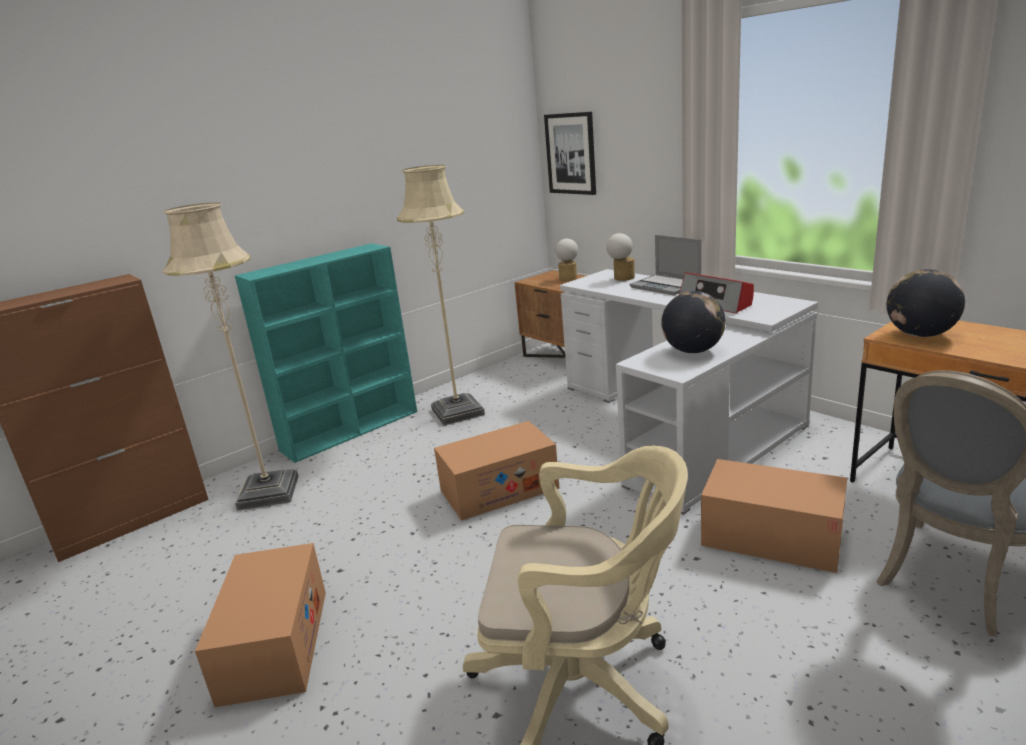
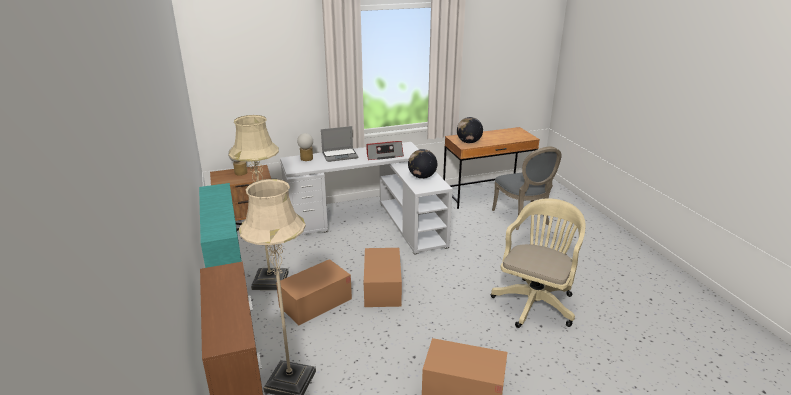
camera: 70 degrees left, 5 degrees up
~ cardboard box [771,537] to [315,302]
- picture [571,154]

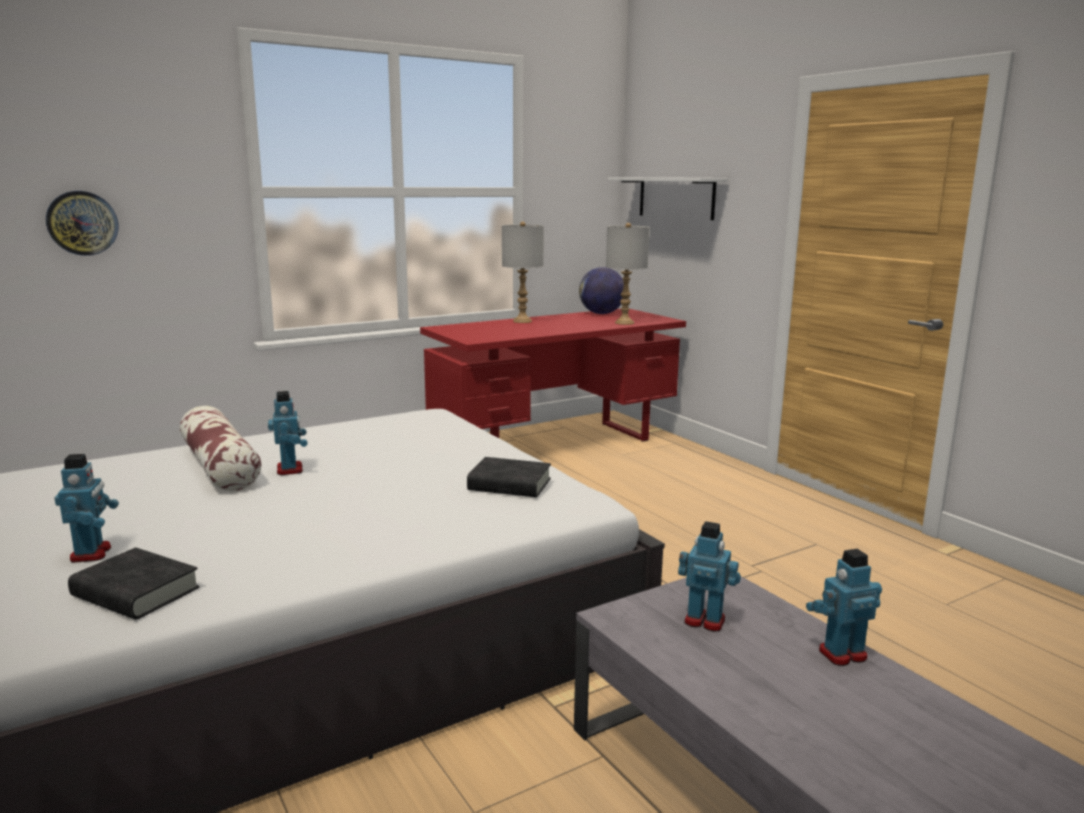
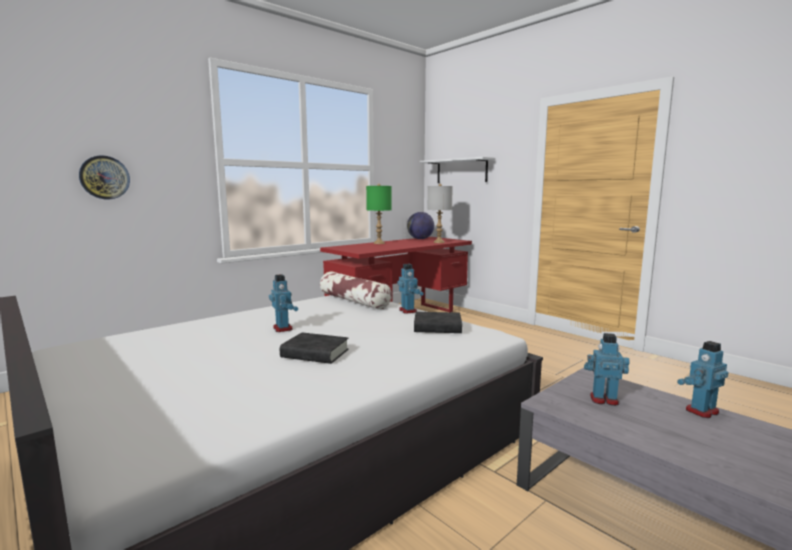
camera: 10 degrees left, 5 degrees down
~ black book [135,592] to [315,353]
~ cushion [220,466] to [354,301]
~ grey tabletop lamp [522,321] to green-coloured tabletop lamp [379,243]
~ model robot [92,553] to [408,311]

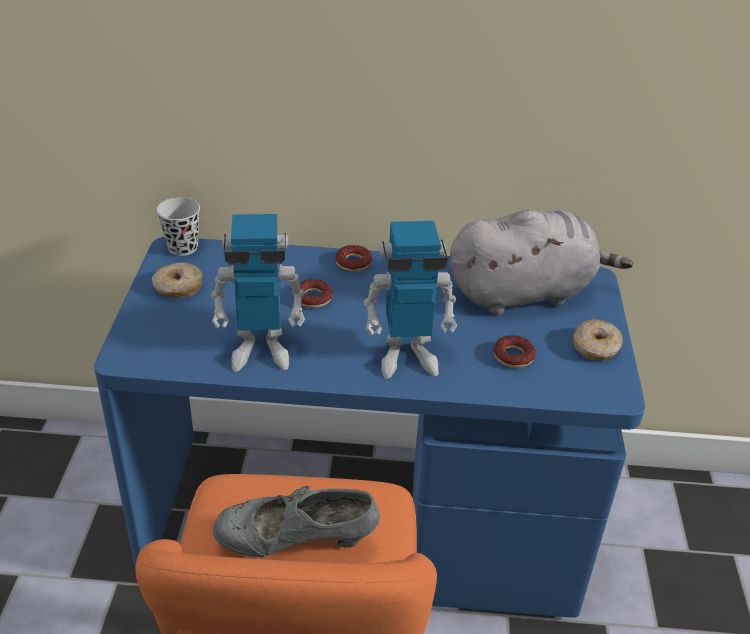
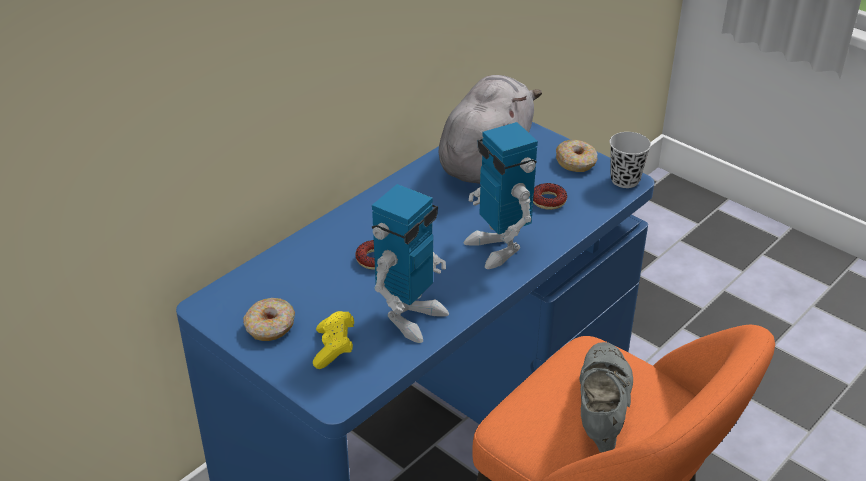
camera: 50 degrees left, 0 degrees up
+ yellow gamepad [334,348]
~ model robot [407,357] = [498,247] 120 degrees clockwise
~ grey shoe [296,544] = [601,412] 150 degrees clockwise
~ black cup [182,248] to [625,180]
- doughnut [353,263]

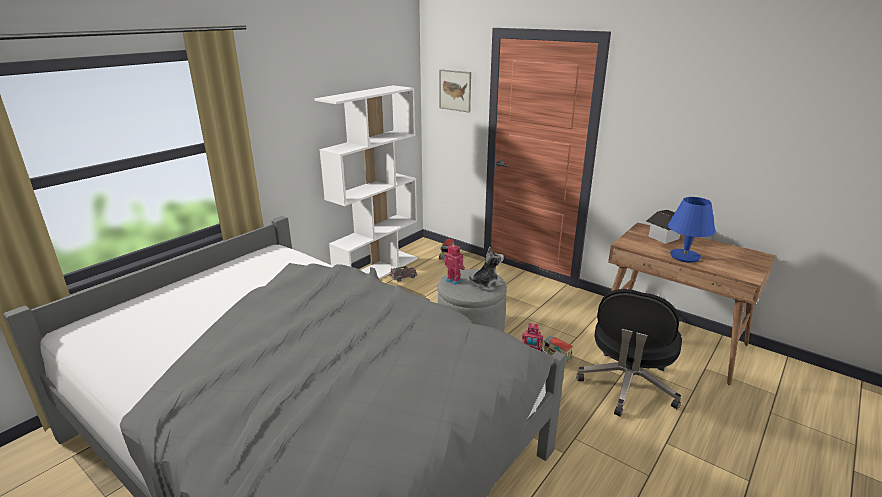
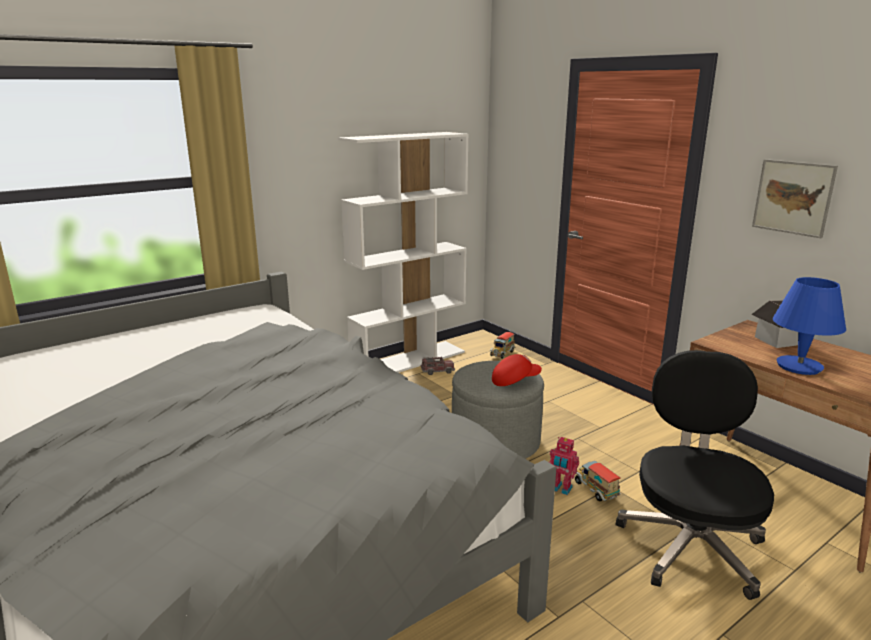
camera: 15 degrees right, 5 degrees down
~ soft toy [486,284] to red cap [515,380]
~ black computer chair [627,385] = [690,545] 150 degrees clockwise
~ picture [455,90] to [793,197]
- model robot [454,280]

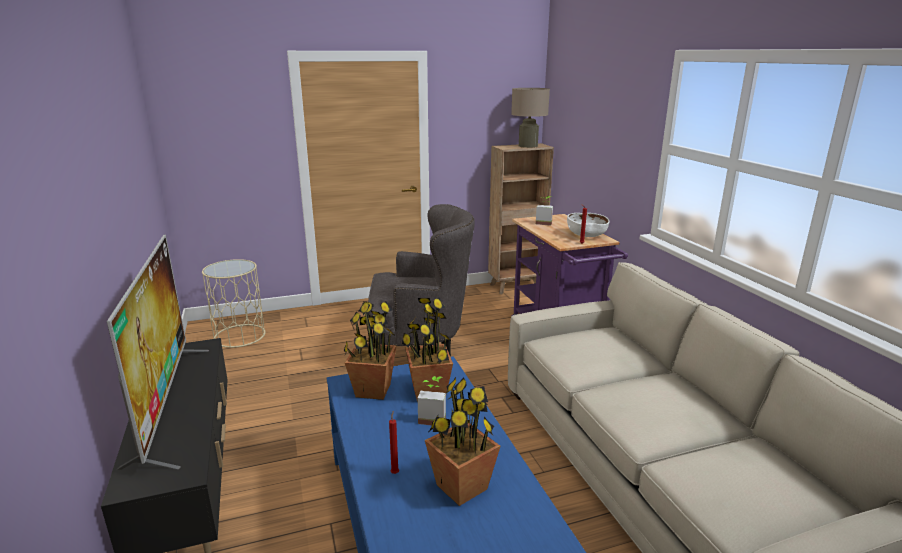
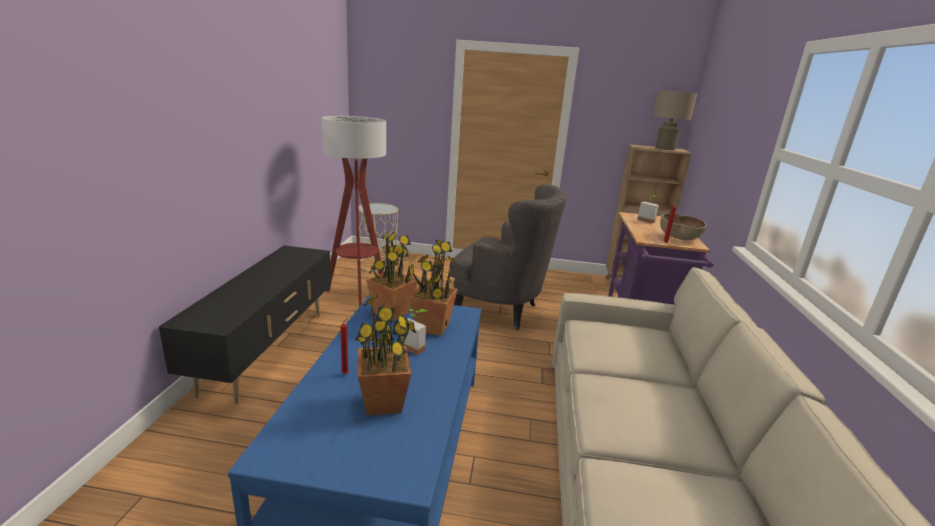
camera: 25 degrees right, 0 degrees up
+ floor lamp [357,296]
~ white bowl [586,235] to brown-coloured bowl [679,238]
- TV [167,403]

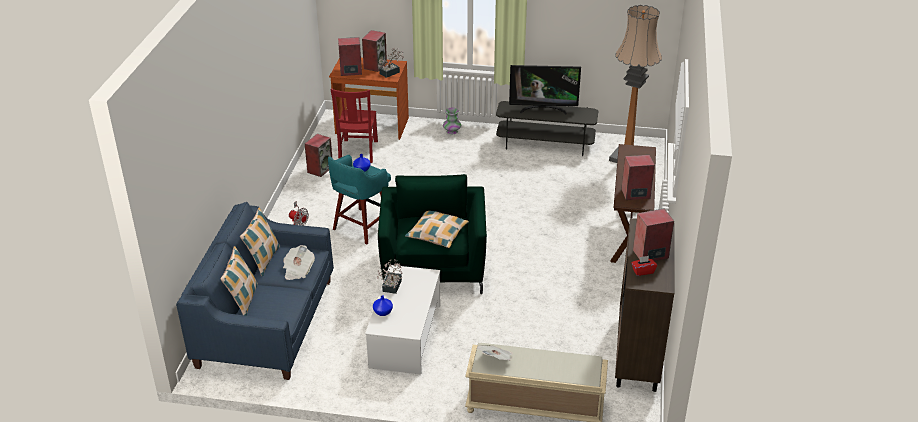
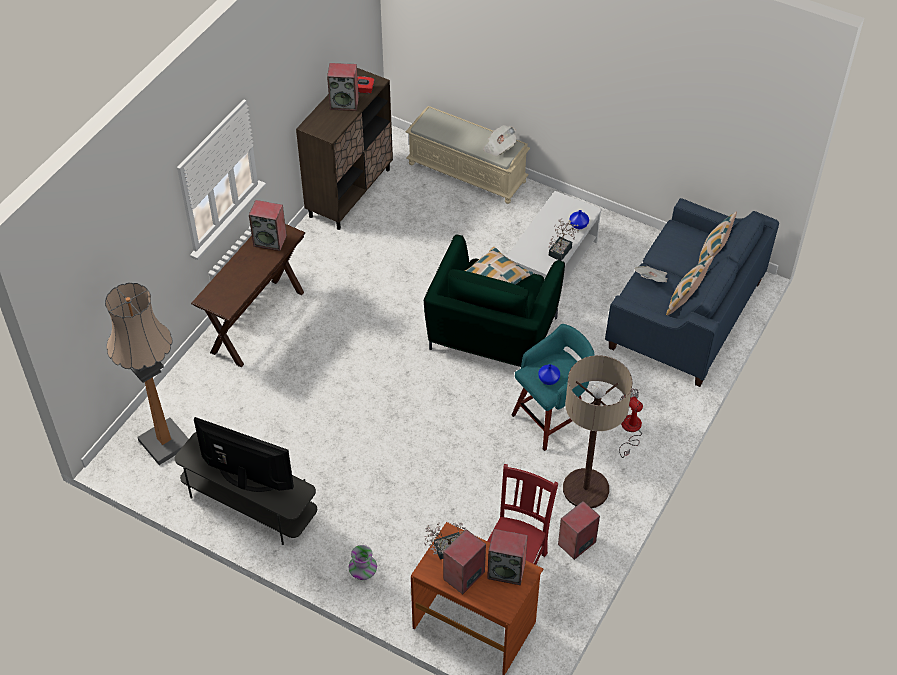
camera: 160 degrees left, 15 degrees up
+ floor lamp [585,489]

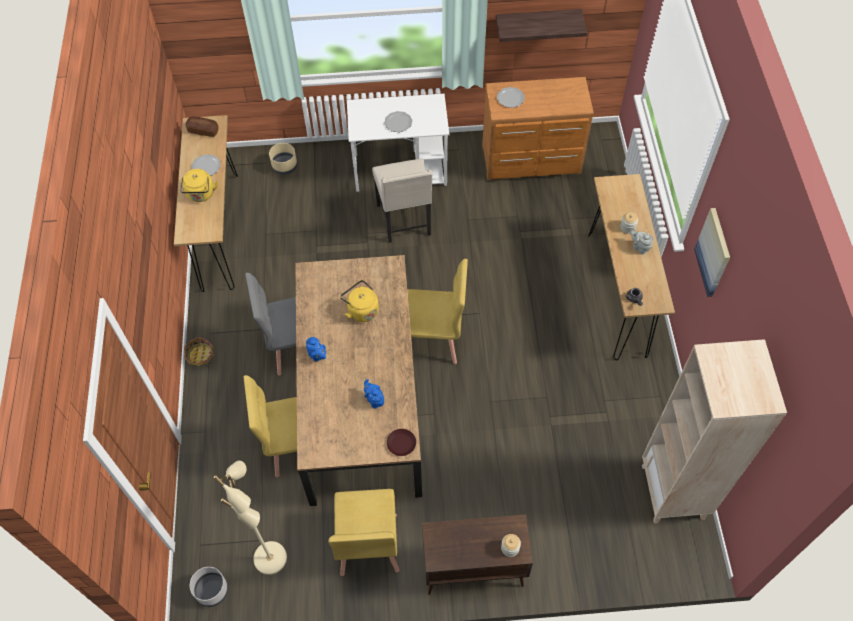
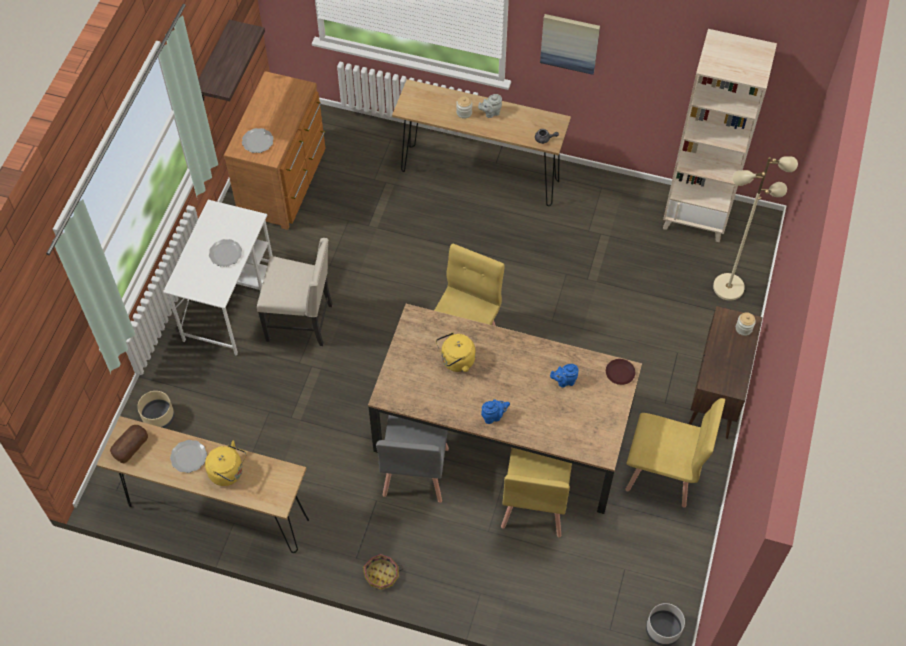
camera: 70 degrees left, 0 degrees up
~ sand-coloured floor lamp [271,558] to [728,286]

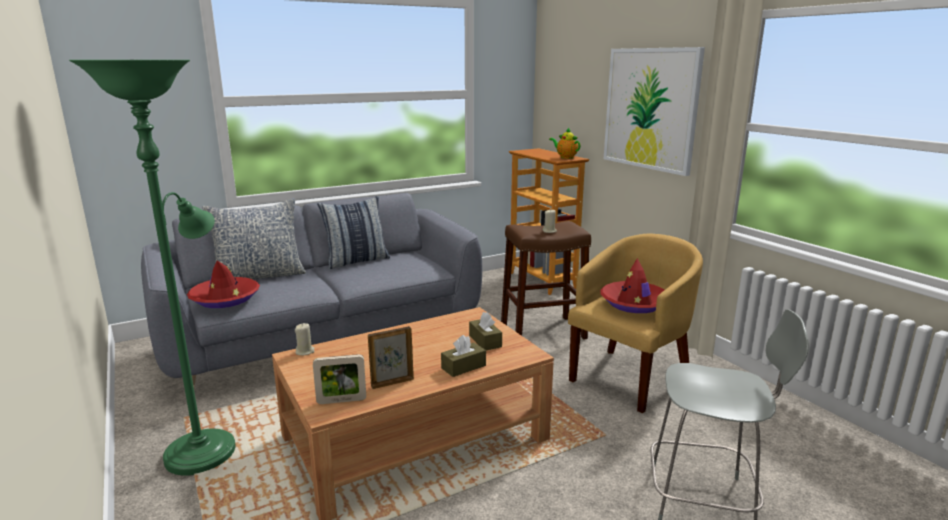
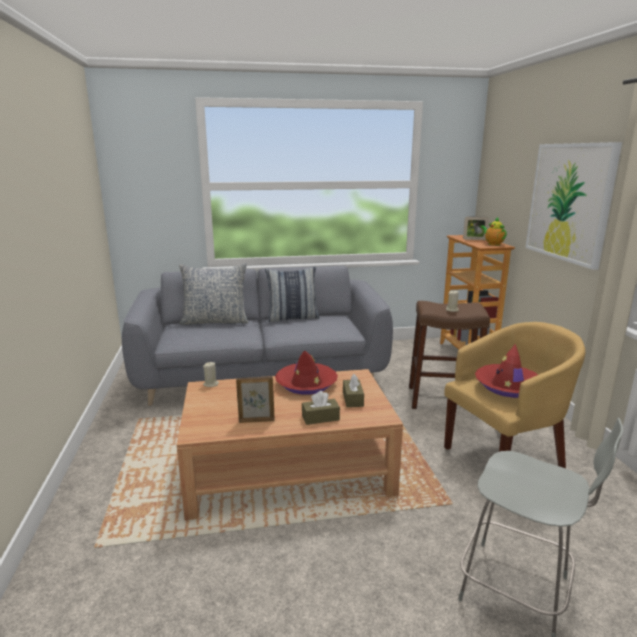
camera: 20 degrees right, 0 degrees up
~ red wearable hat [225,298] to [306,384]
~ picture frame [341,400] to [474,239]
- green-coloured floor lamp [204,448]

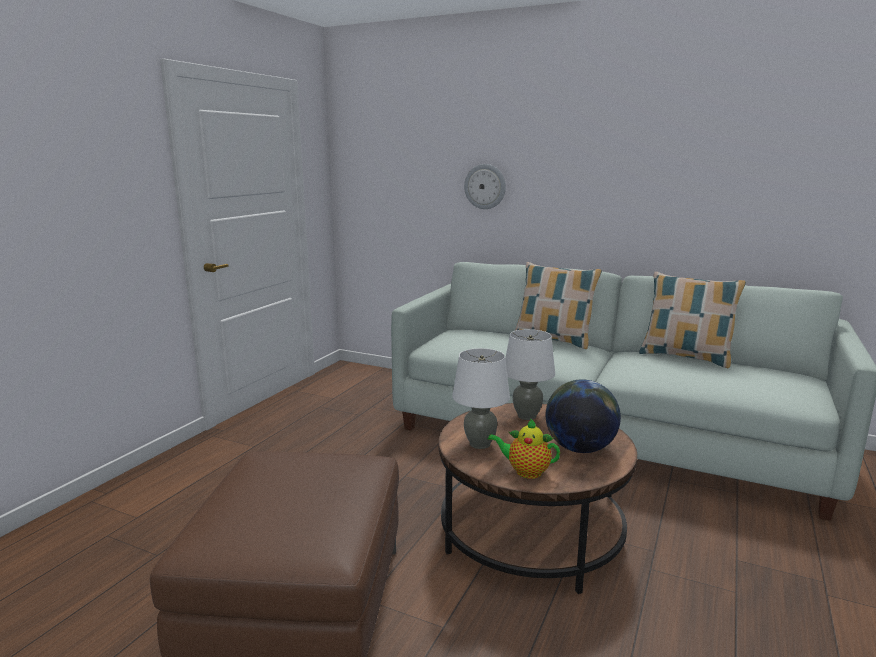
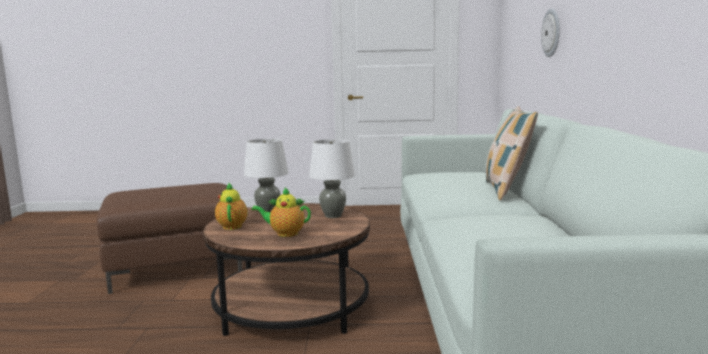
camera: 65 degrees right, 5 degrees down
~ world globe [579,448] to tea pot [285,233]
- cushion [685,357]

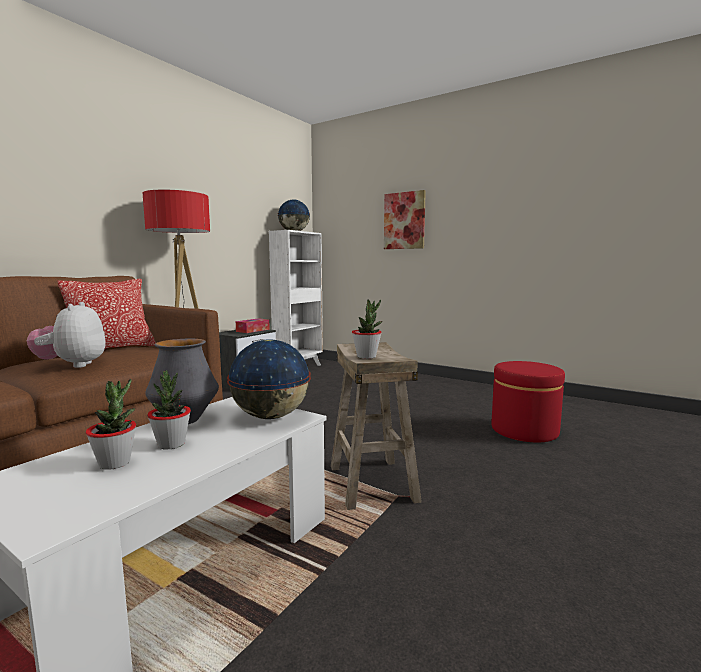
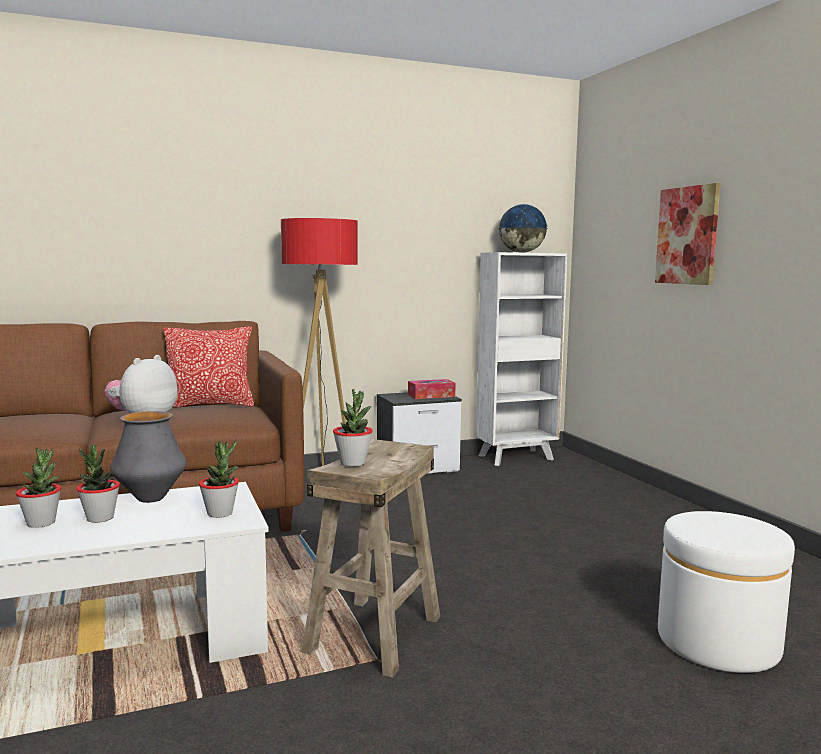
camera: 35 degrees right, 0 degrees up
~ world globe [271,416] to potted plant [220,513]
~ red footrest [524,430] to white footrest [718,642]

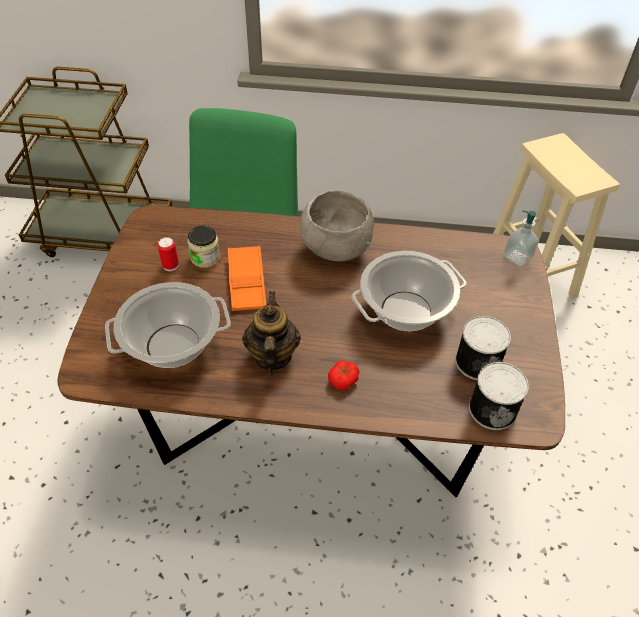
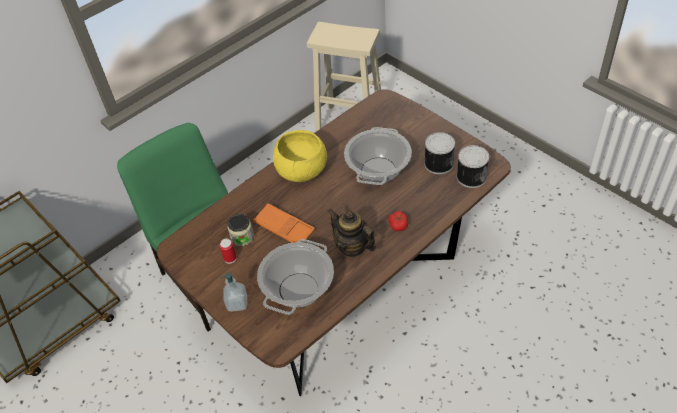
camera: 45 degrees left, 0 degrees up
~ soap bottle [517,257] to [237,303]
~ grey bowl [335,249] to yellow bowl [302,173]

